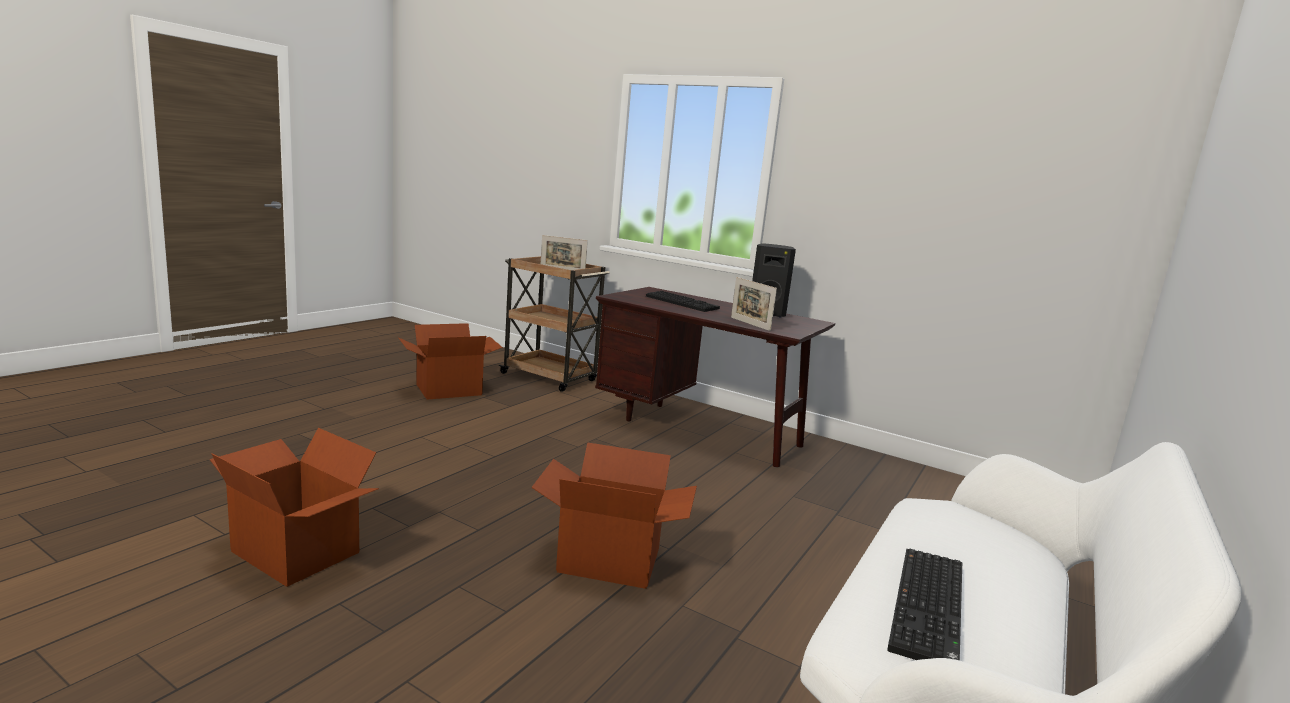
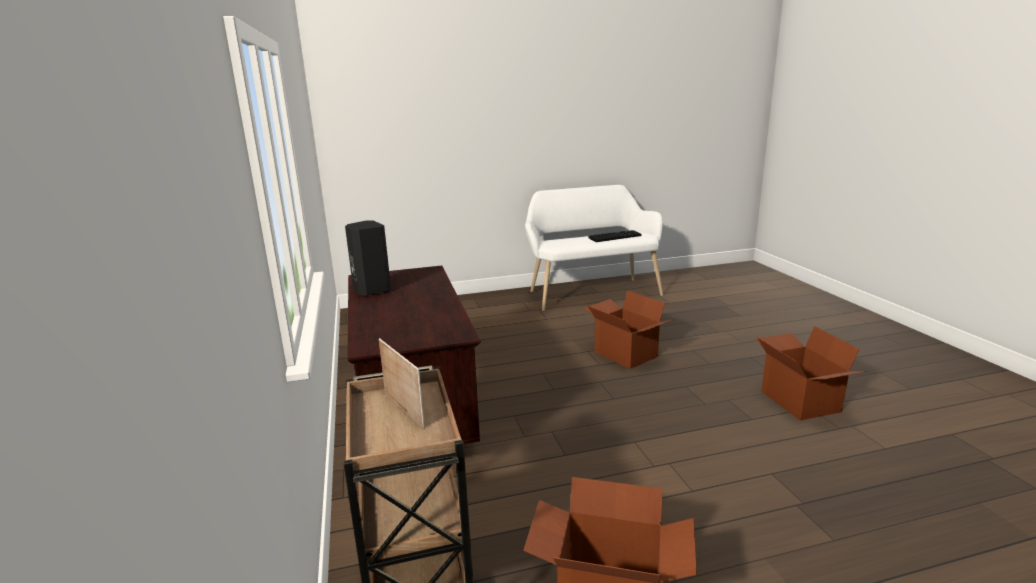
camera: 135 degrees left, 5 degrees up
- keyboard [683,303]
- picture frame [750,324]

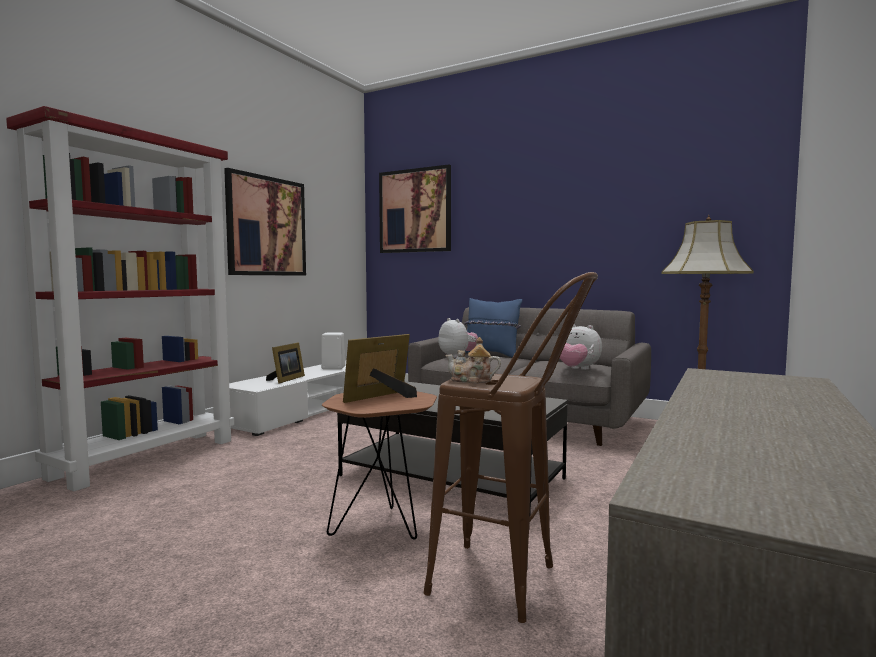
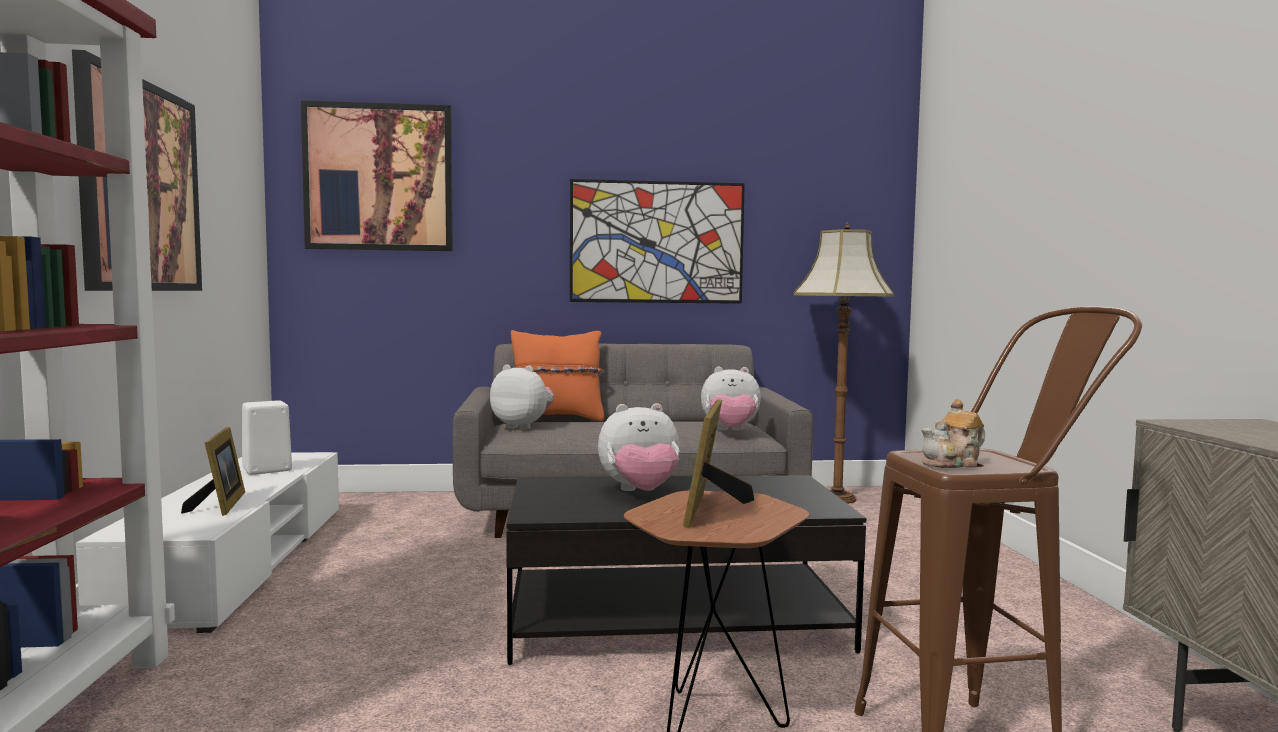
camera: 35 degrees left, 0 degrees up
~ blue-coloured cushion [491,354] to orange-coloured cushion [556,419]
+ picture [657,242]
+ soft toy [640,492]

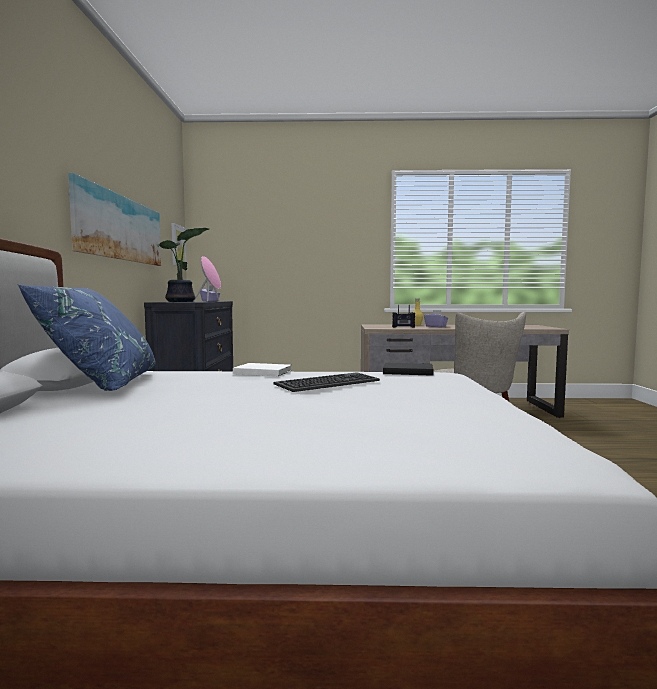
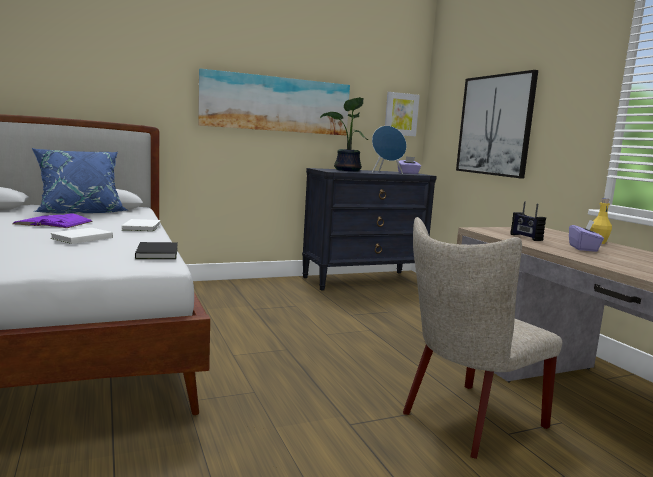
camera: 65 degrees right, 5 degrees up
+ purple-coloured book [53,223]
~ keyboard [328,383] to white book [80,238]
~ pink-coloured loudspeaker [210,301] to blue-coloured loudspeaker [386,173]
+ picture [494,125]

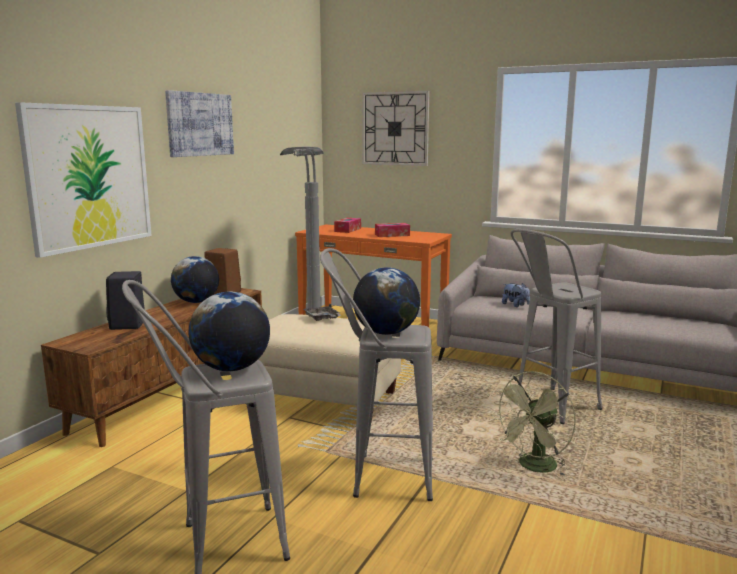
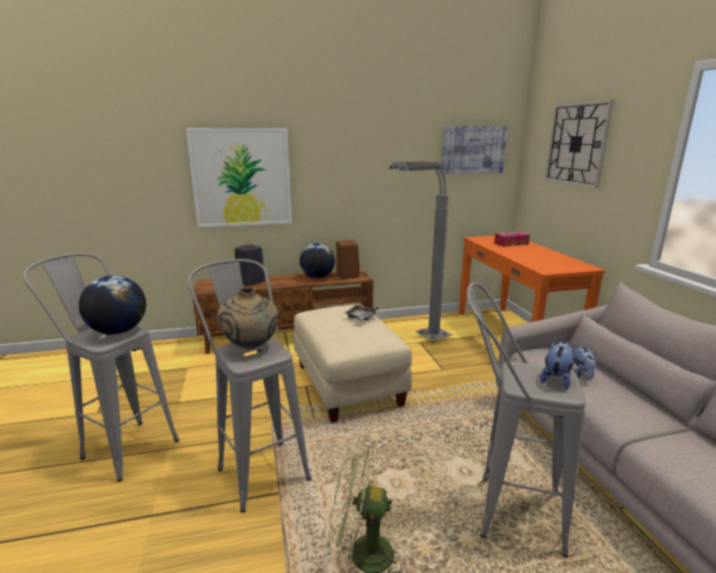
camera: 50 degrees right, 5 degrees up
~ world globe [386,332] to sand-coloured flower vase [251,347]
~ picture [200,124] to [473,149]
+ soft toy [556,379]
- tissue holder [392,235]

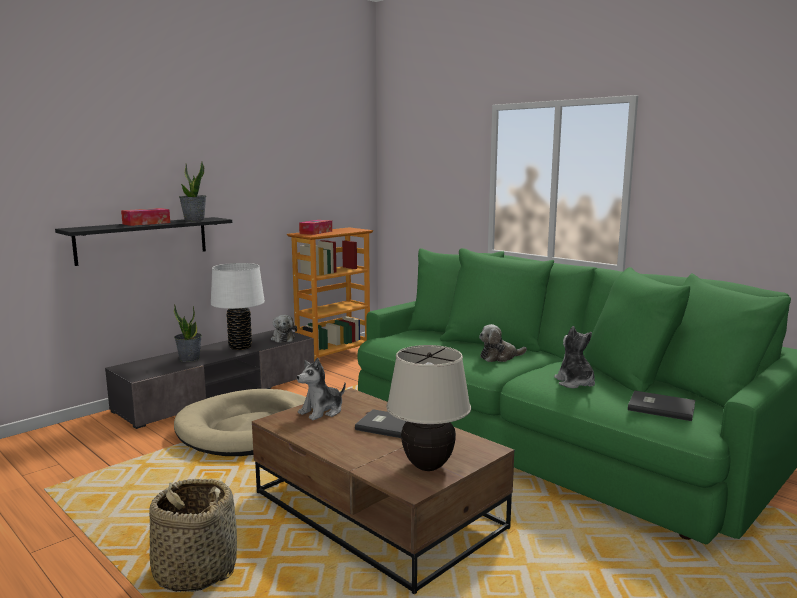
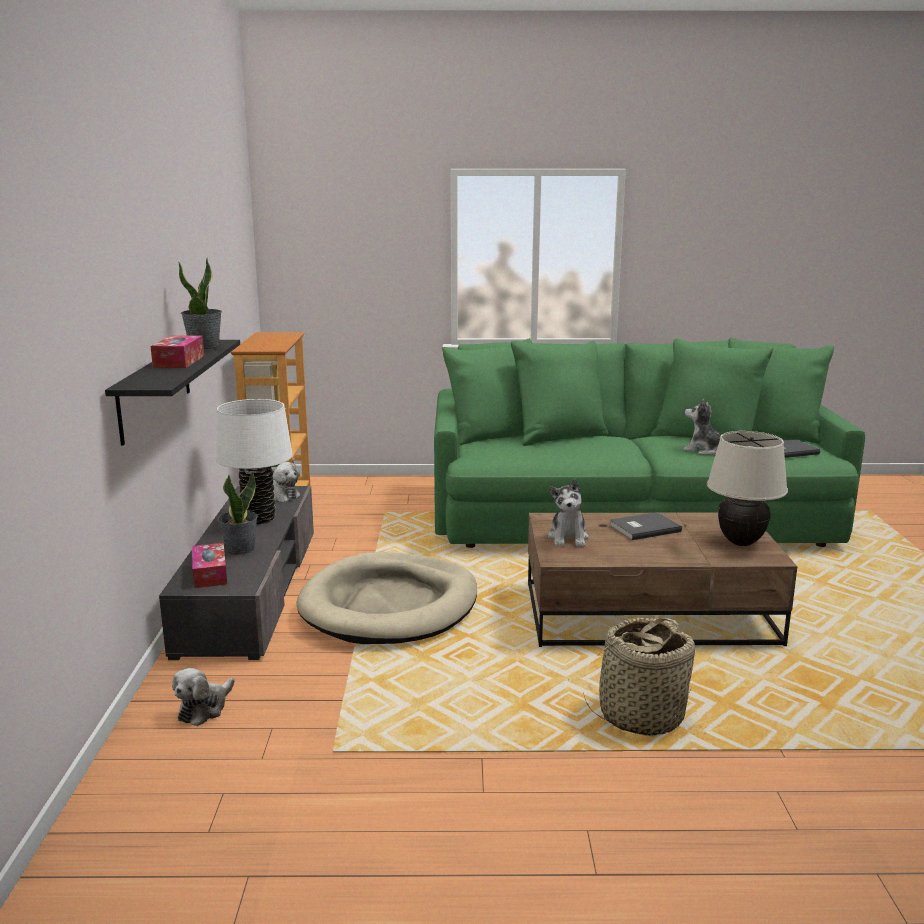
camera: 45 degrees left, 5 degrees up
~ soft toy [499,357] to [204,708]
~ tissue holder [316,232] to [210,574]

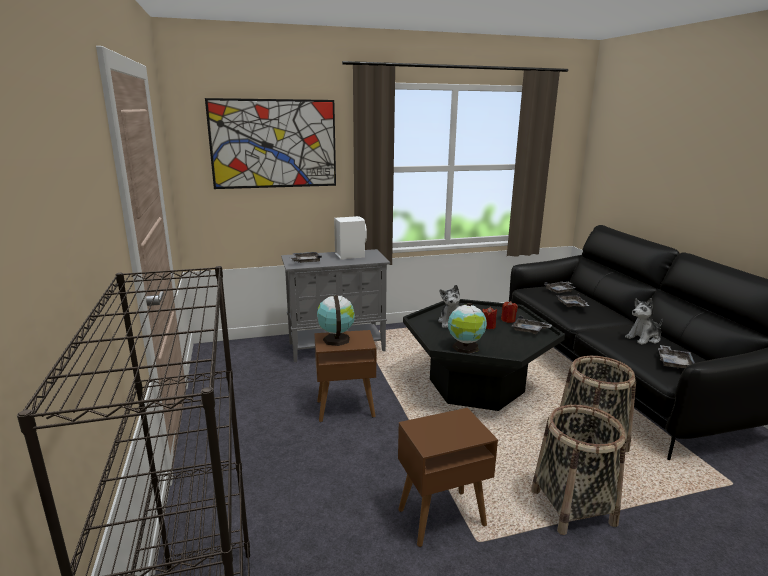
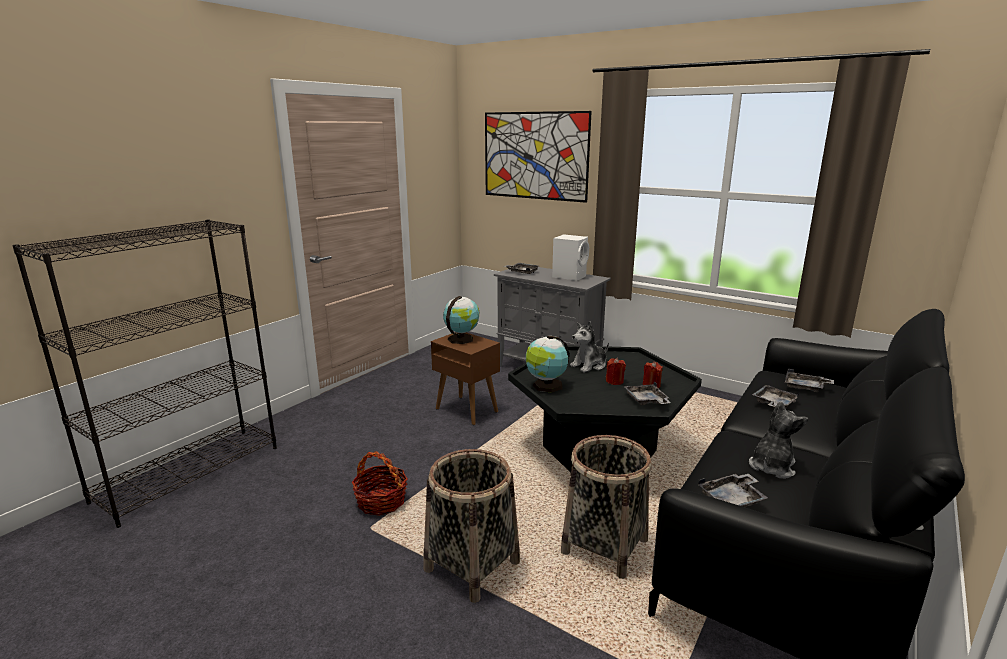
camera: 50 degrees right, 0 degrees up
~ brown-coloured accent table [441,518] to household basket [381,501]
~ soft toy [644,338] = [771,467] 105 degrees clockwise

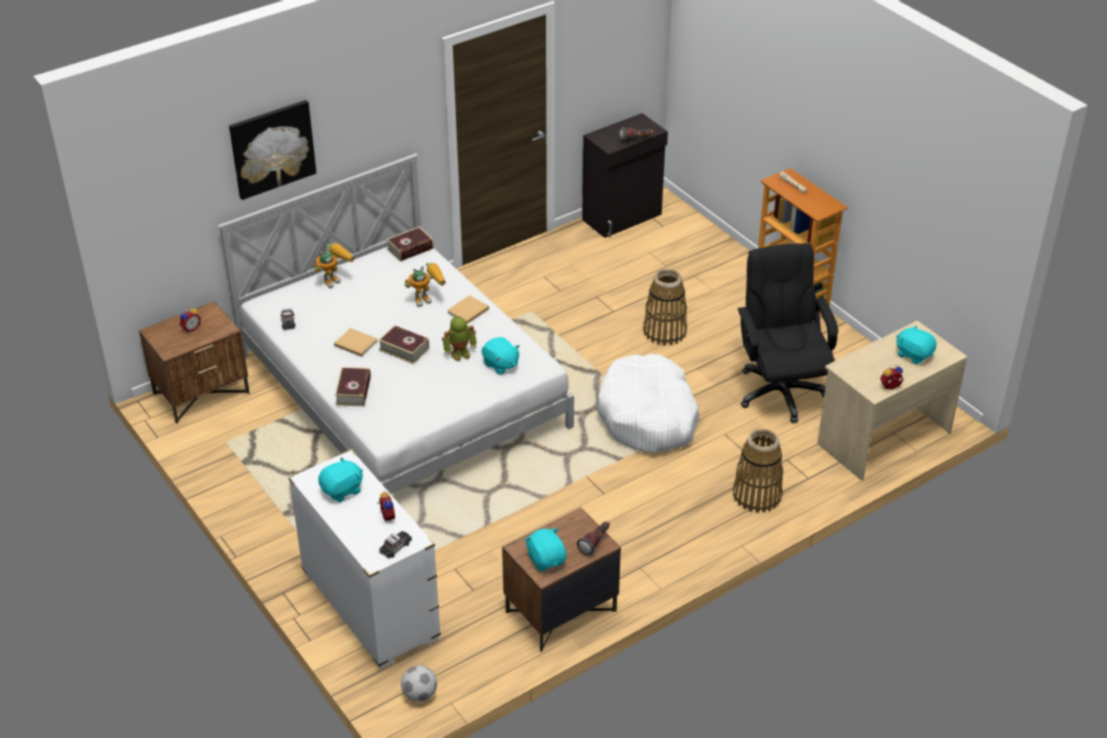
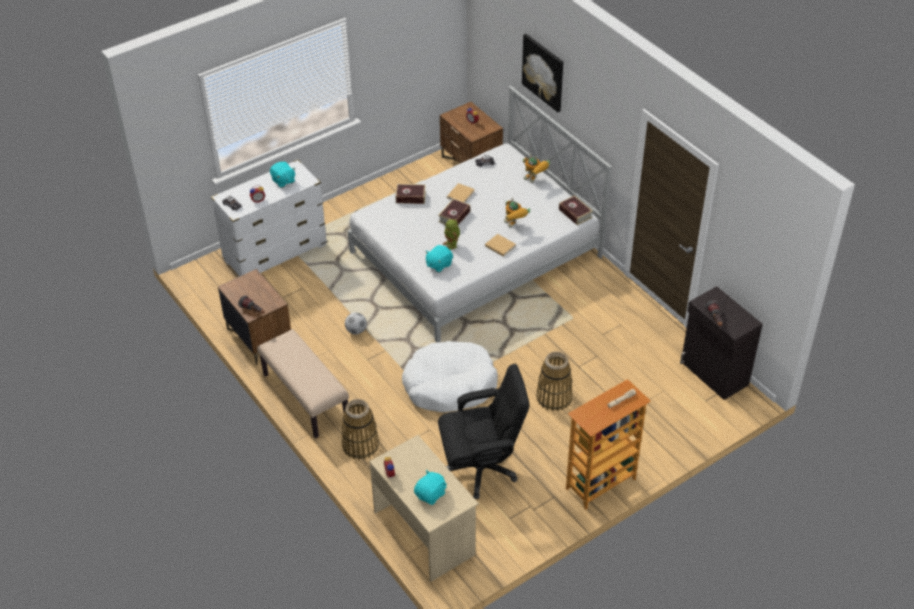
camera: 90 degrees right, 5 degrees up
+ sand-coloured indoor bench [305,397]
~ ball for football [419,695] to [356,331]
- turquoise soft toy [546,559]

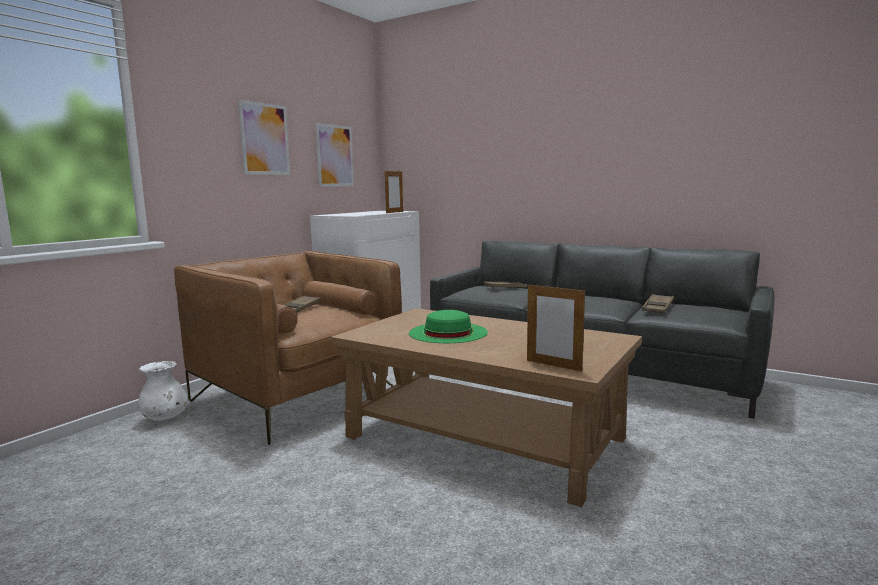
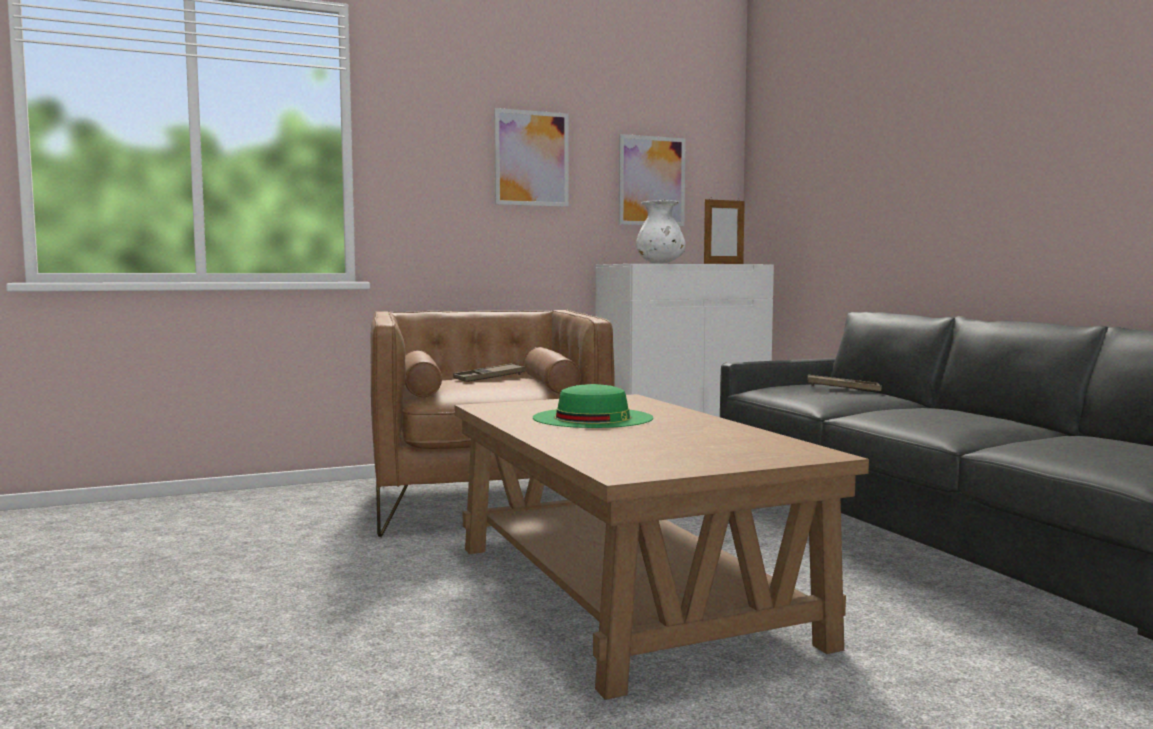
camera: 35 degrees right, 5 degrees down
~ white flower vase [165,418] to [660,263]
- picture frame [553,365]
- brown-coloured tray [658,307]

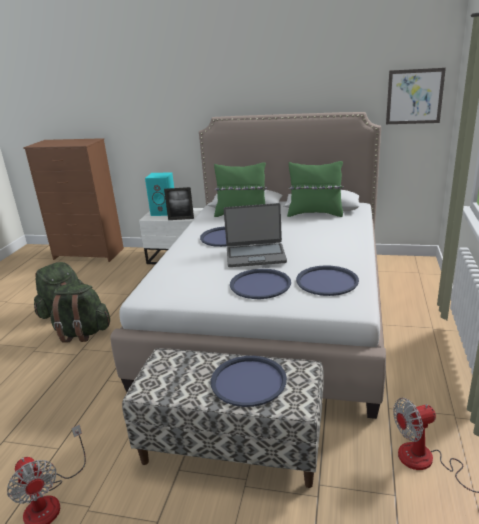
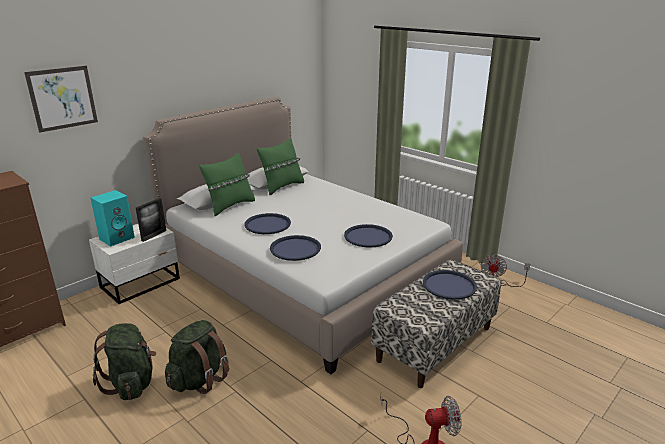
camera: 60 degrees left, 0 degrees up
~ picture [414,96] to [62,98]
~ blue-coloured tray [327,281] to [295,249]
- laptop [255,255]

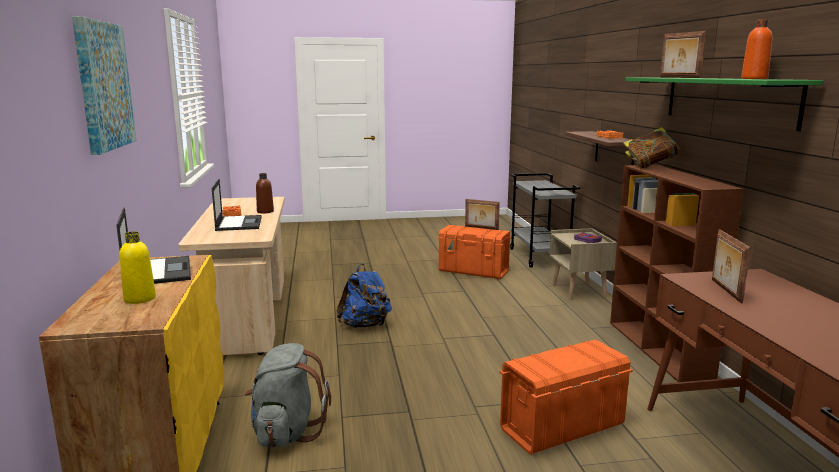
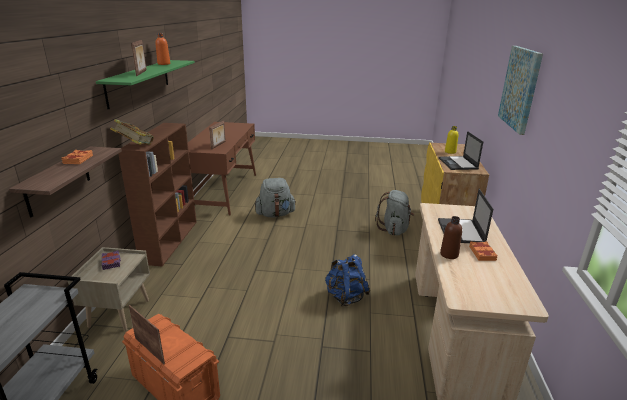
camera: 165 degrees left, 10 degrees up
~ orange-coloured storage container [561,427] to grey knapsack [275,214]

